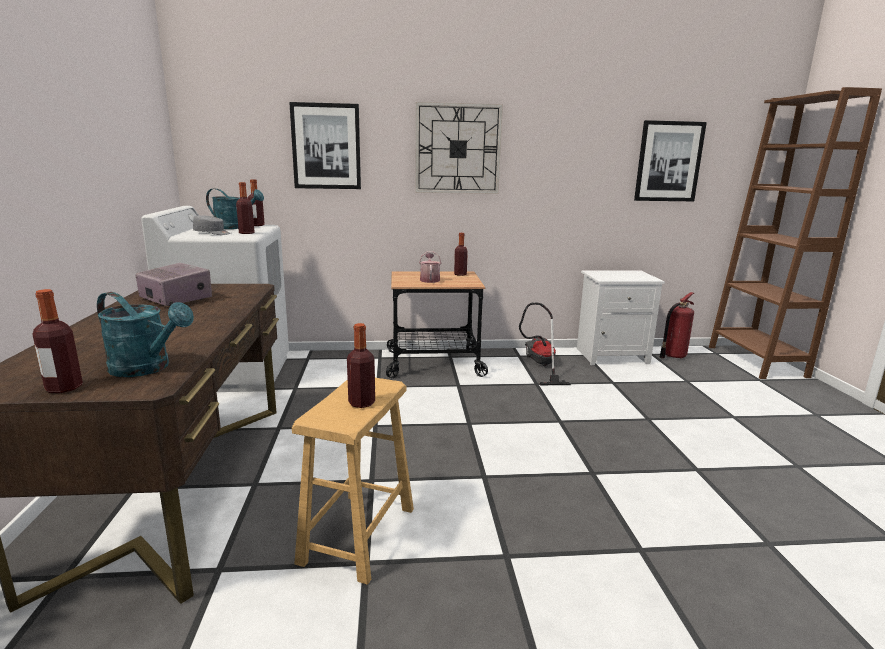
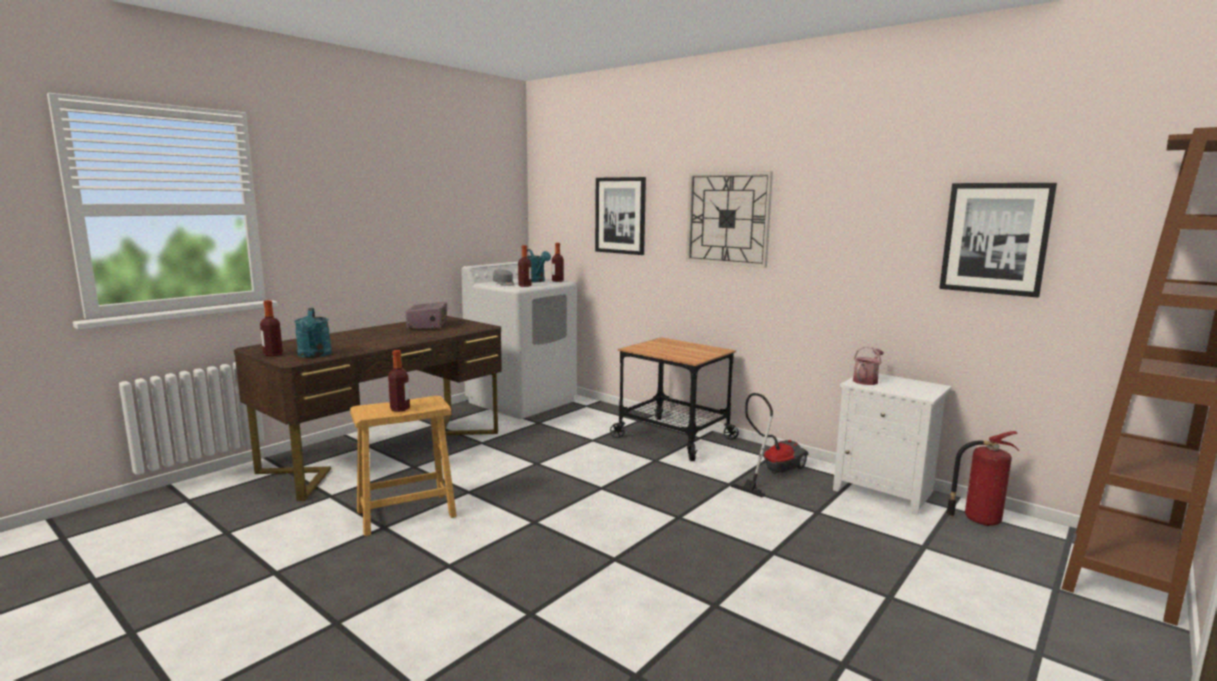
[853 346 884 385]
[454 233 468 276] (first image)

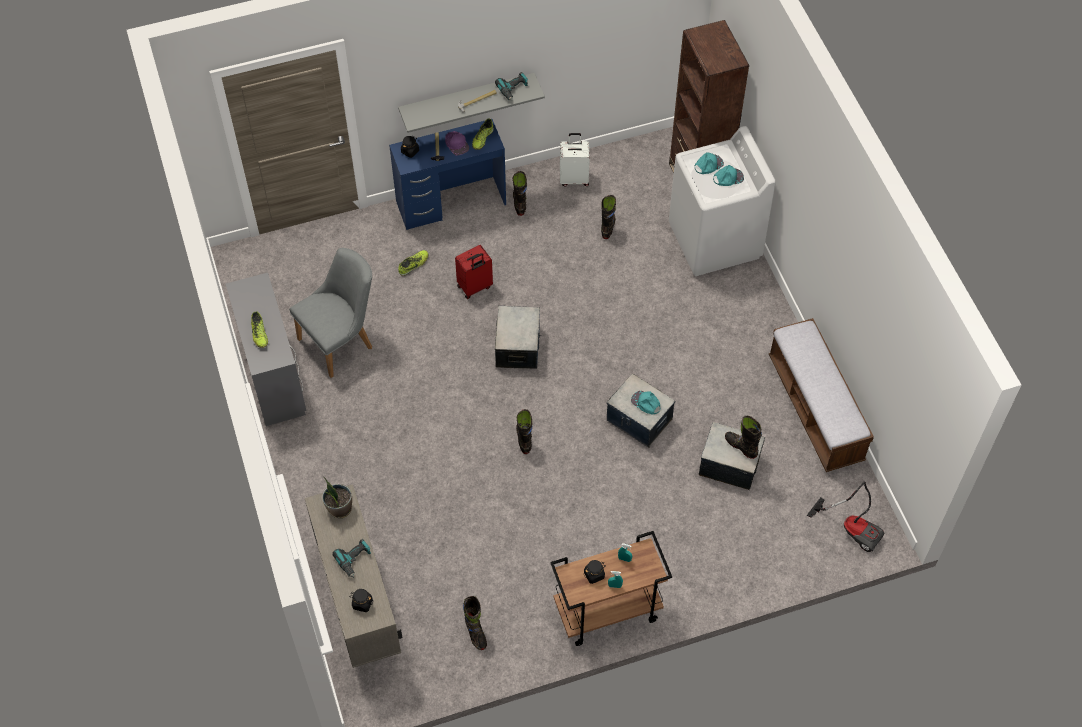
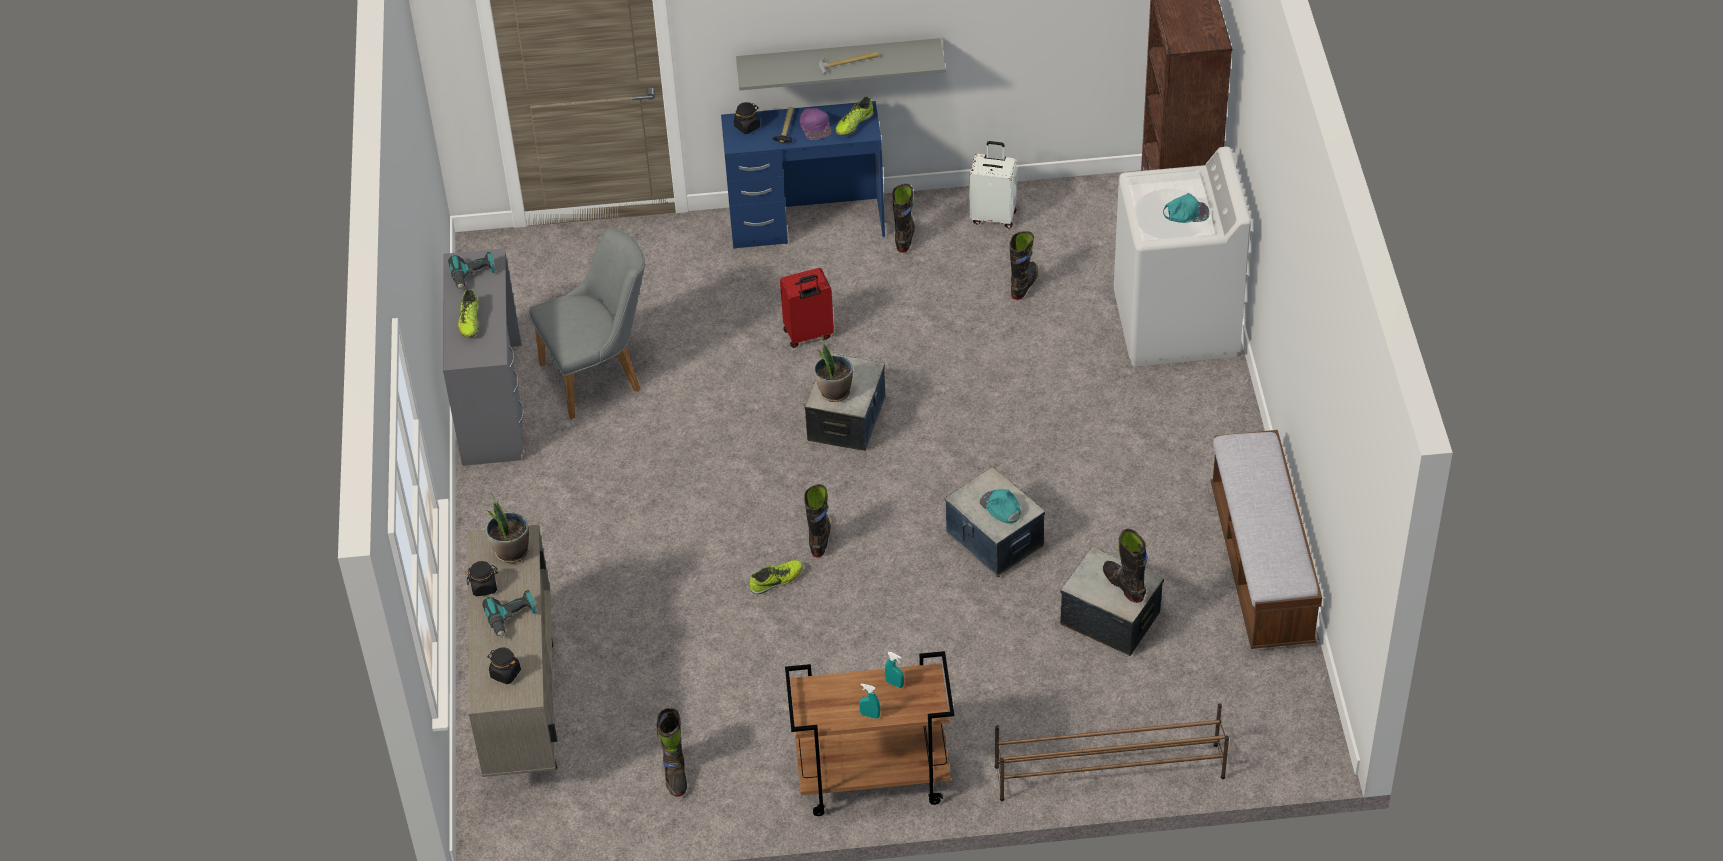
[750 560 803 594]
[448 252 496 290]
[466 561 498 596]
[695 152 724 174] (first image)
[807 481 884 552] (first image)
[814 335 853 402]
[995 703 1229 801]

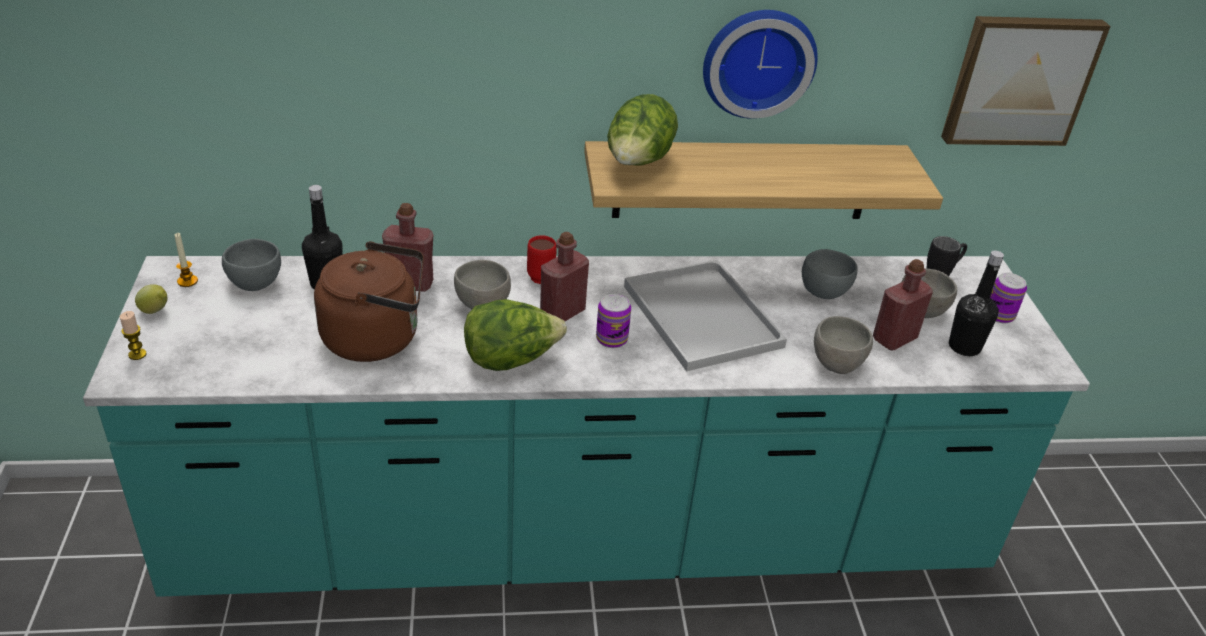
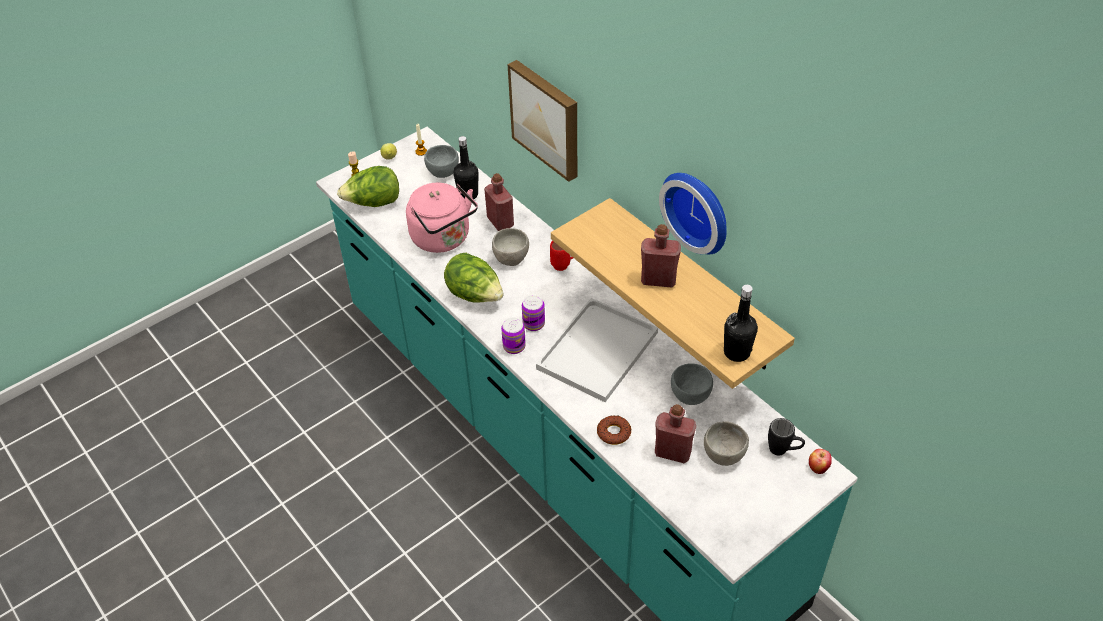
[406 183 478 253]
[641 224 681 288]
[337 166 399 207]
[597 416 631 445]
[508 60 577 182]
[724 285 758 362]
[501 318 526 354]
[809 449 832 474]

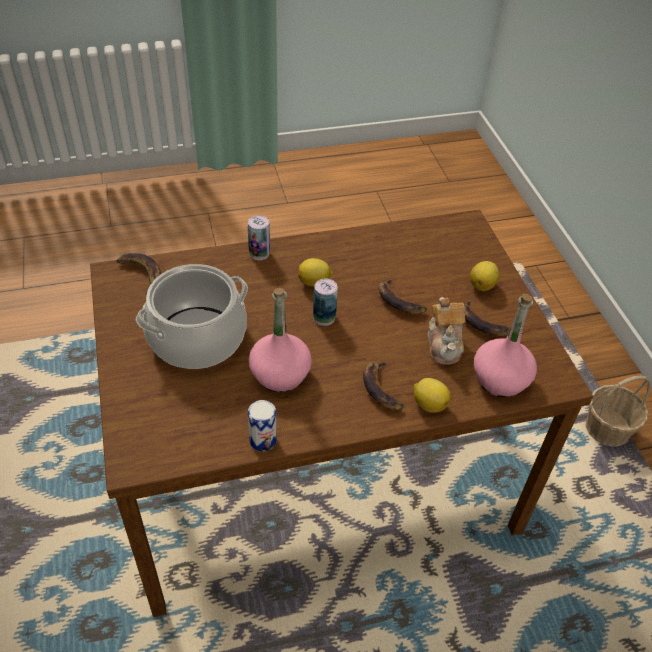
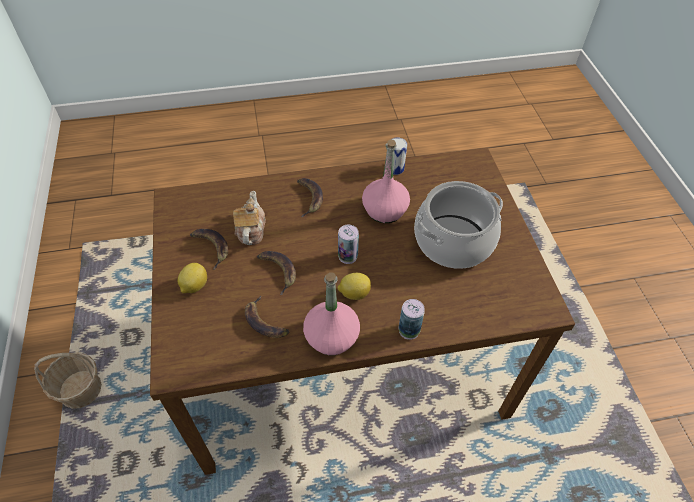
[245 295 289 338]
[414 378 451 413] (first image)
[303 272 360 355]

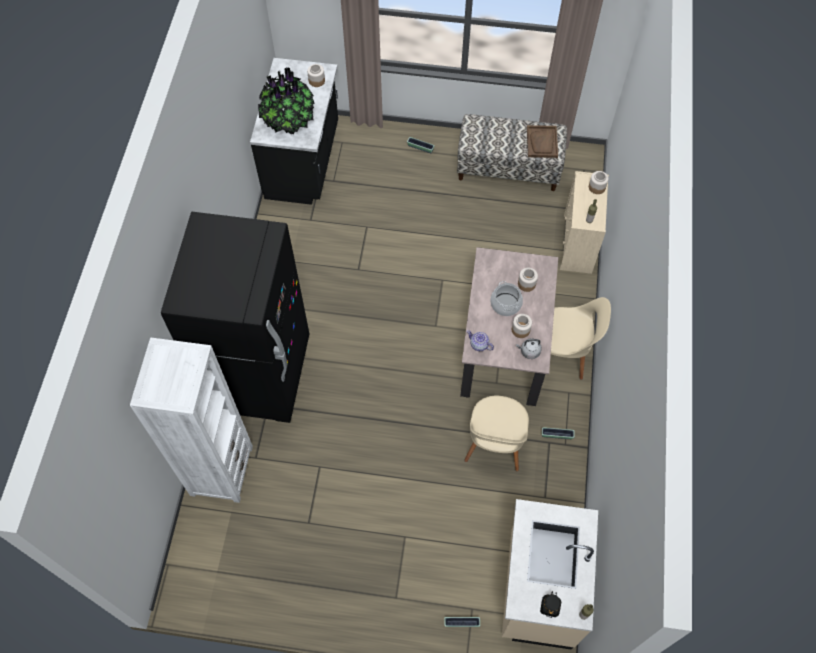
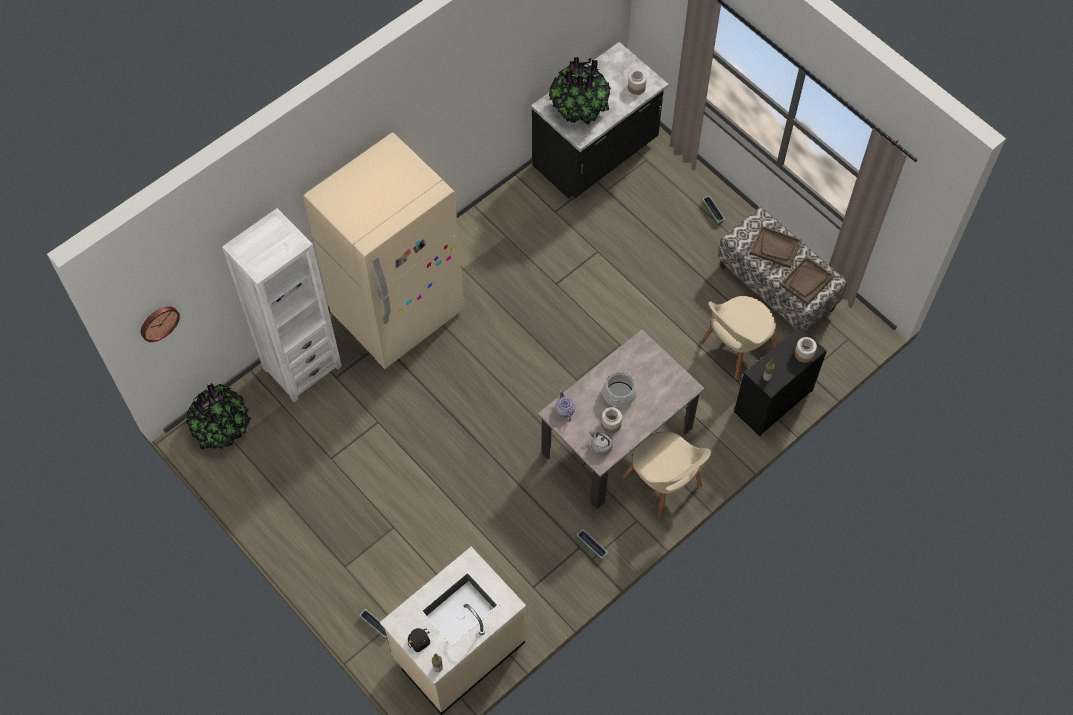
[303 133 464 369]
[700 296 777 380]
[518 268 538 292] (first image)
[734 326 827 436]
[141 306 180 342]
[186 383 251 449]
[750 226 802 268]

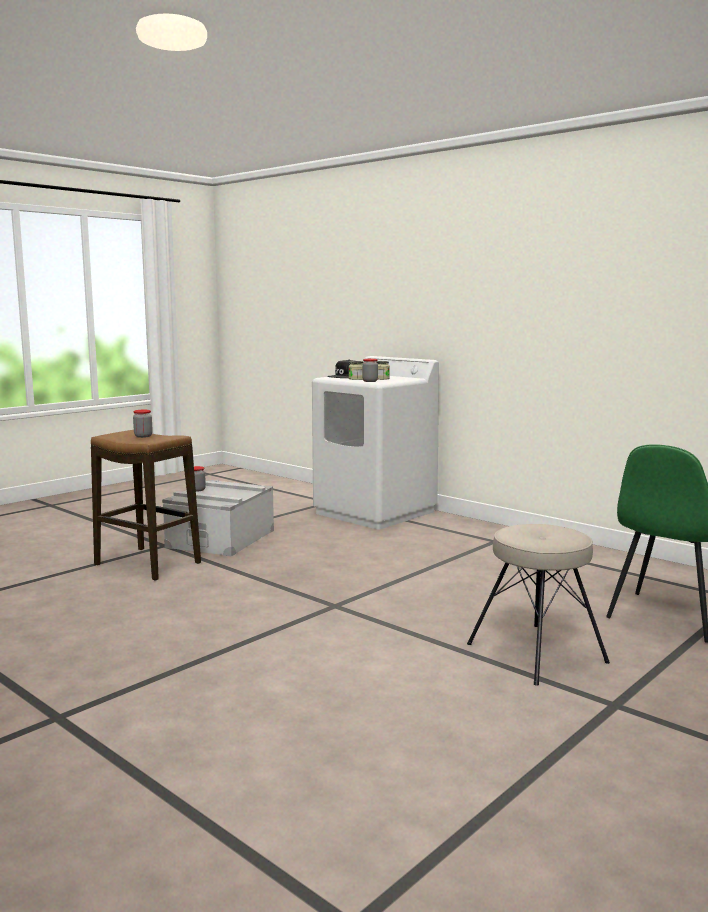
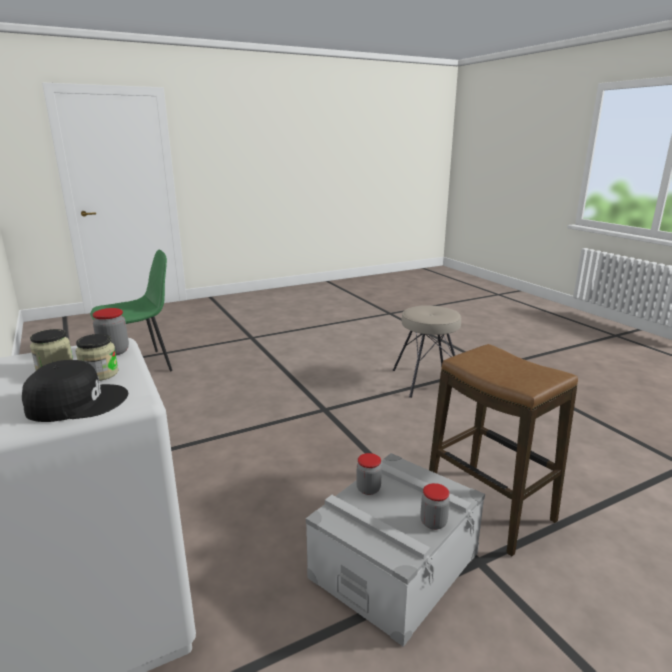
[356 453 382 495]
[392 305 461 398]

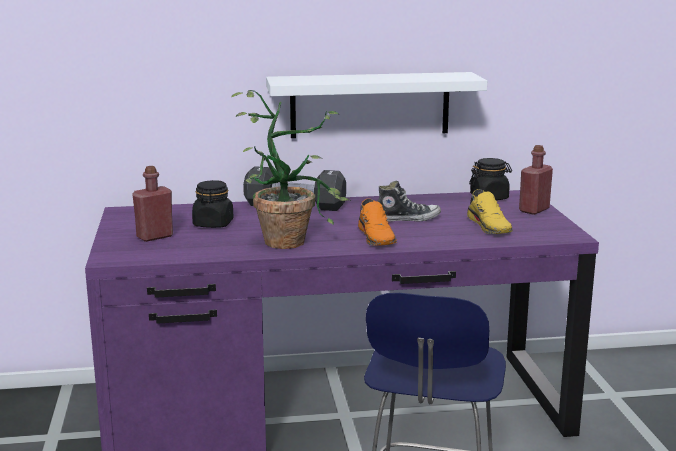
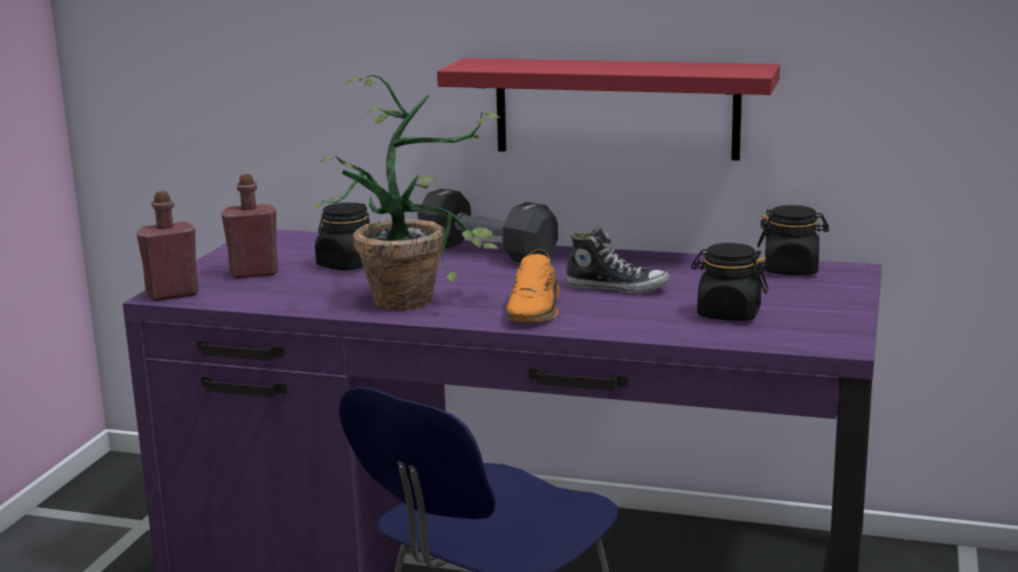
[437 58 780 161]
[691 243 768 321]
[136 191 199 301]

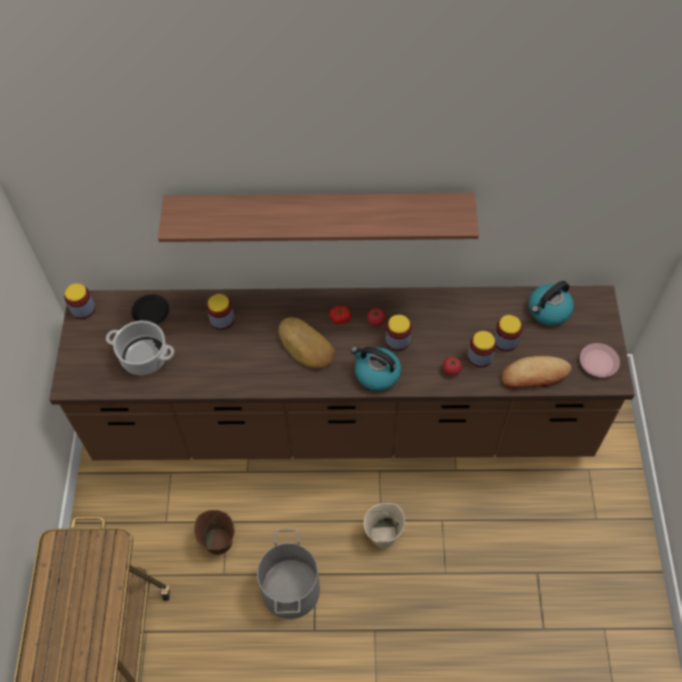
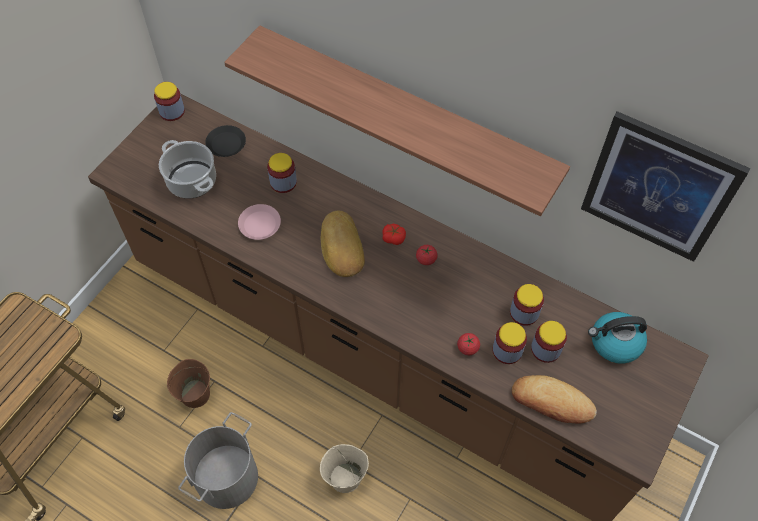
[351 346 401 391] (first image)
[510 284 544 326]
[238 204 281 240]
[581 111 750 262]

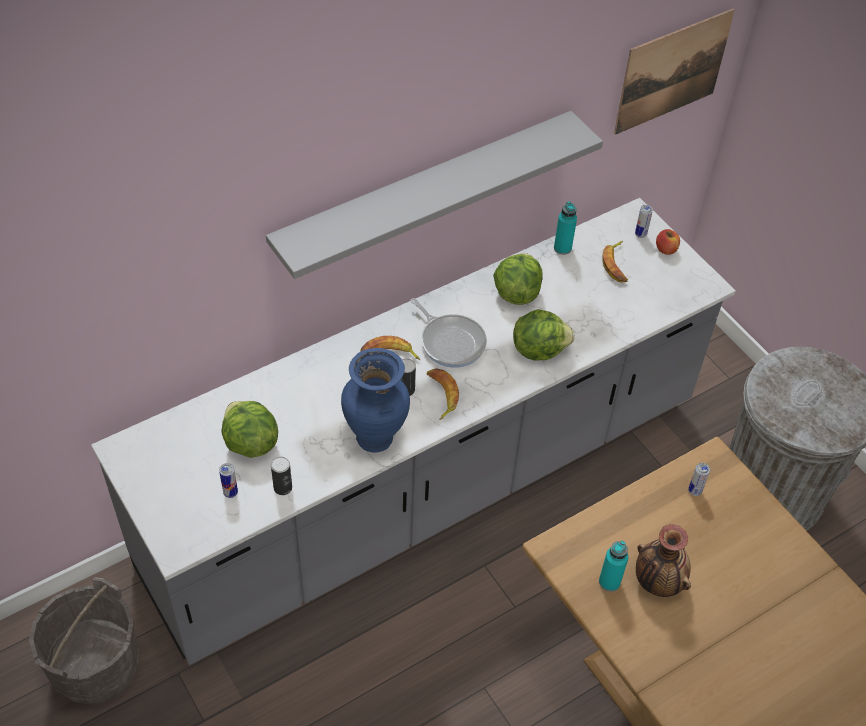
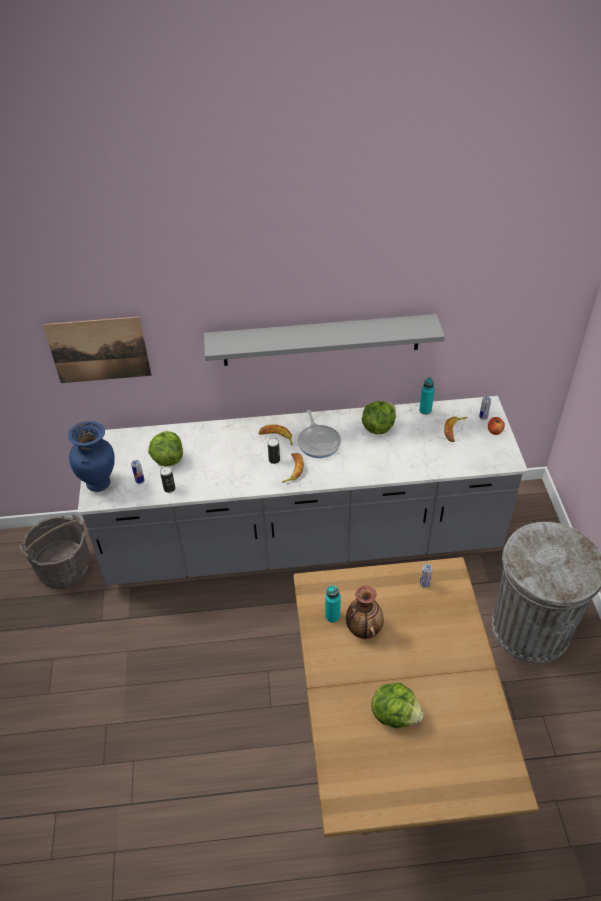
[68 421 115 492]
[371 683 424 728]
[43 316 152 383]

